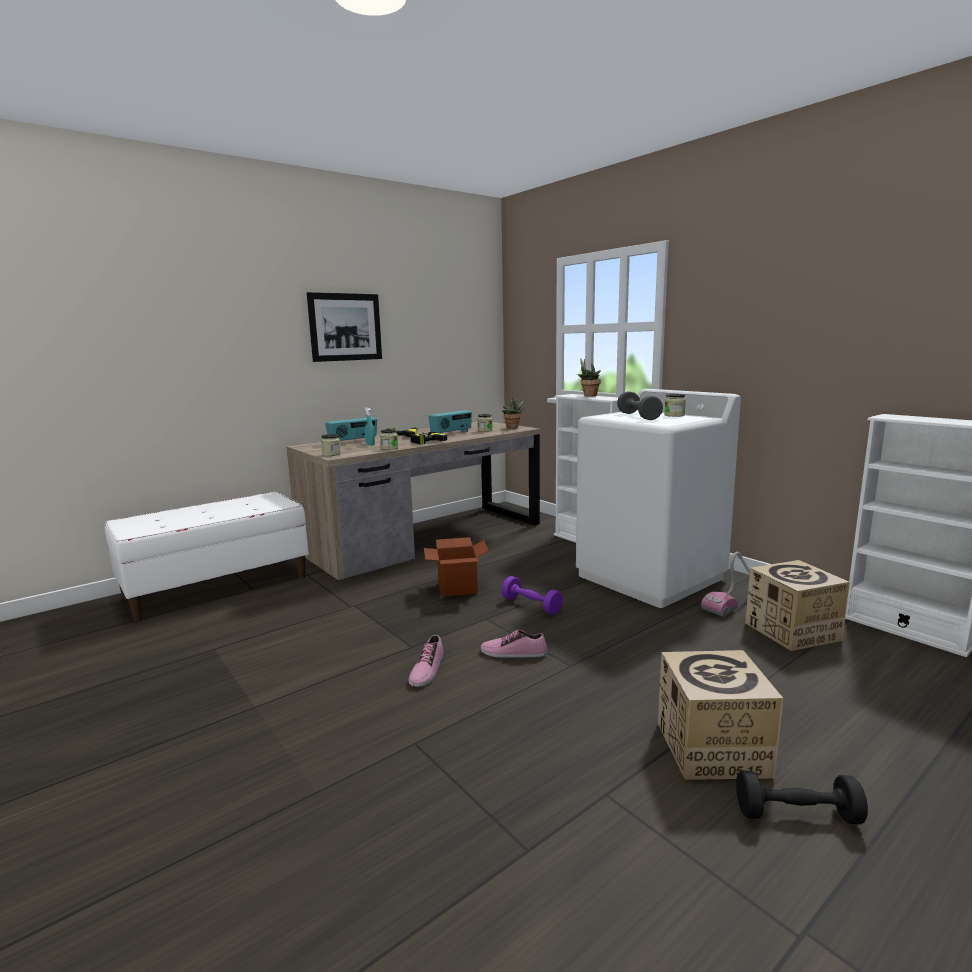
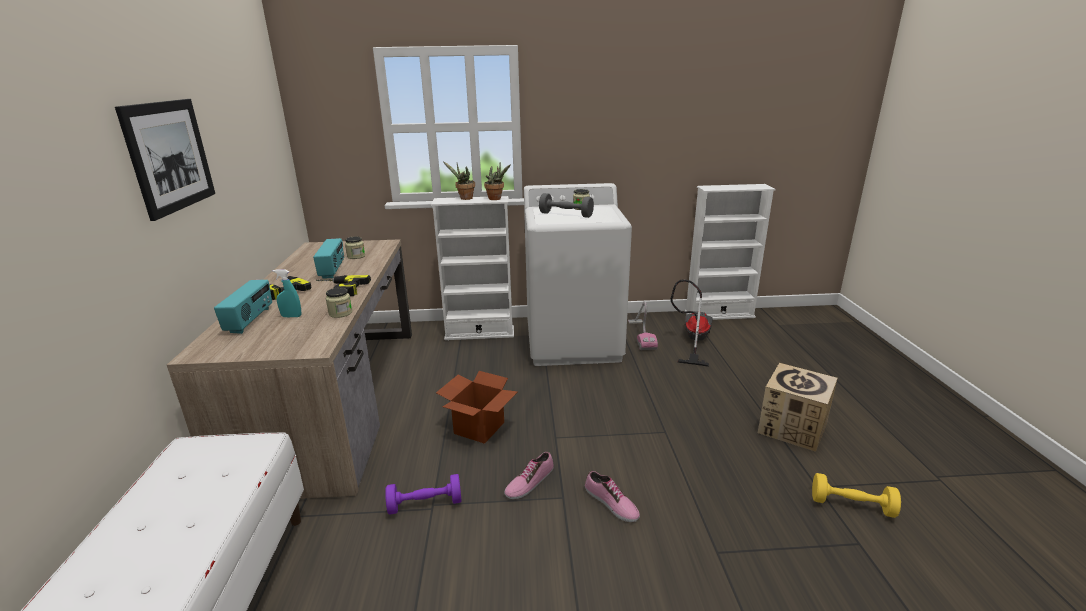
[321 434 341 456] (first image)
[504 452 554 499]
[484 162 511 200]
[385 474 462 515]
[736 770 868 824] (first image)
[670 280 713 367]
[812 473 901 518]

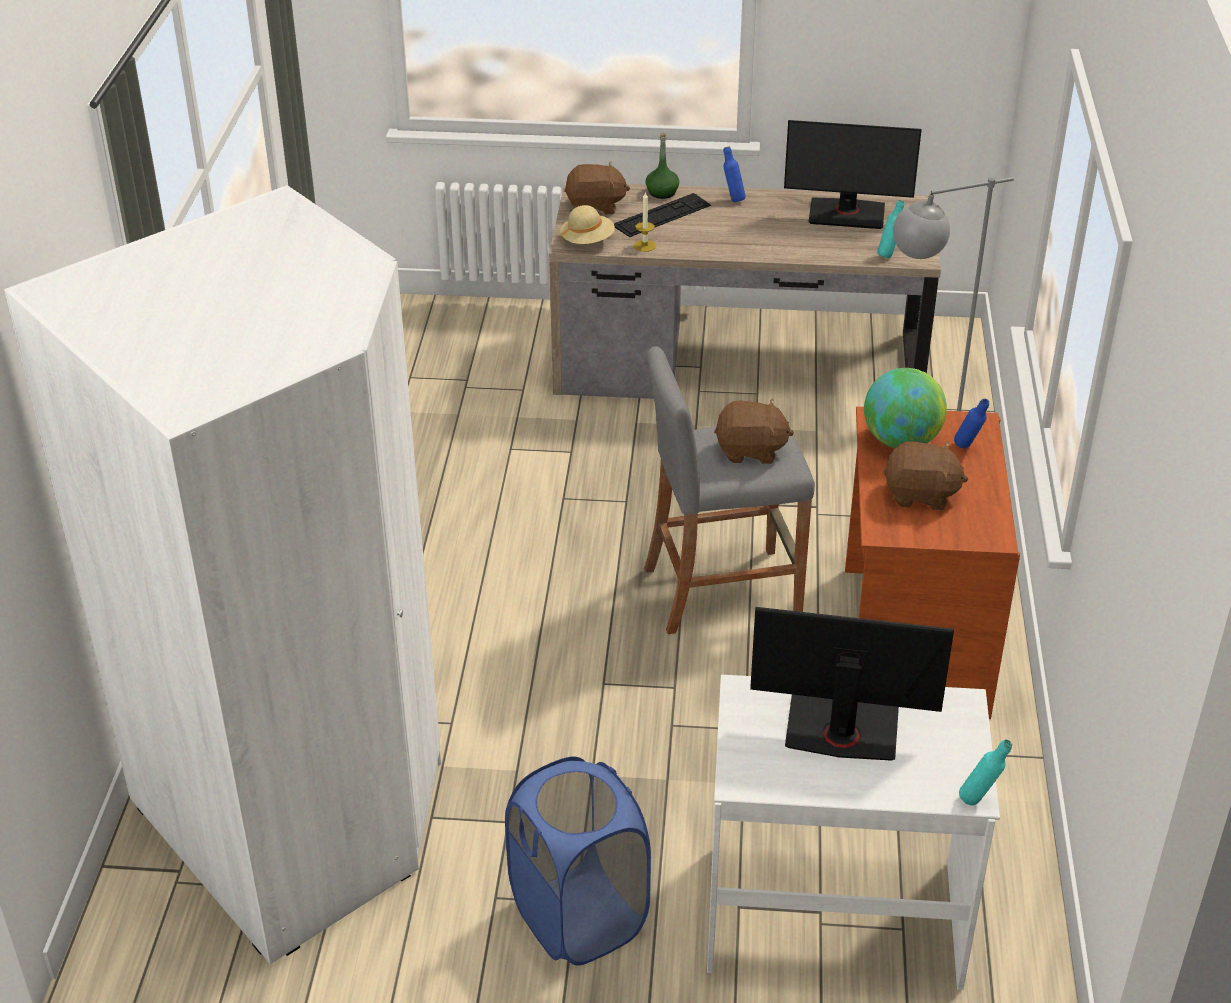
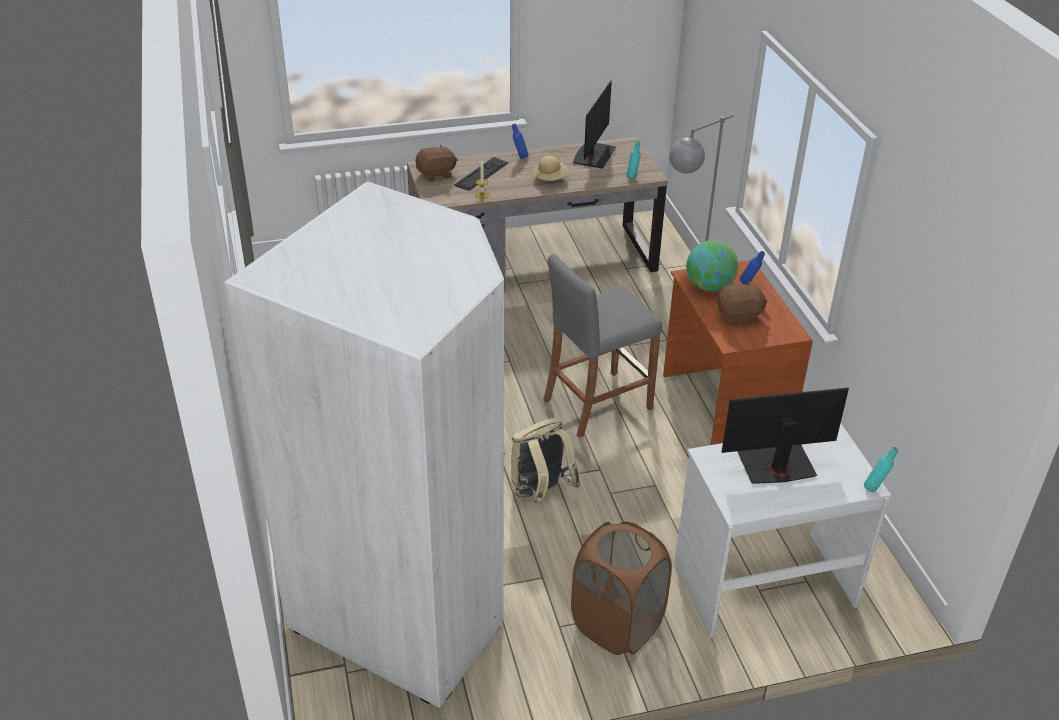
[571 521 672 655]
[533 156 568 184]
[645 133 679 199] (first image)
[714 399 794 464] (first image)
[573 81 617 169]
[511 418 581 505]

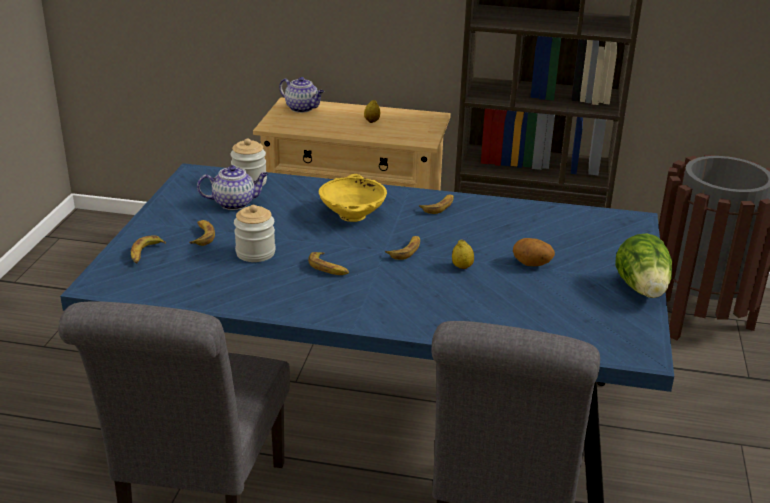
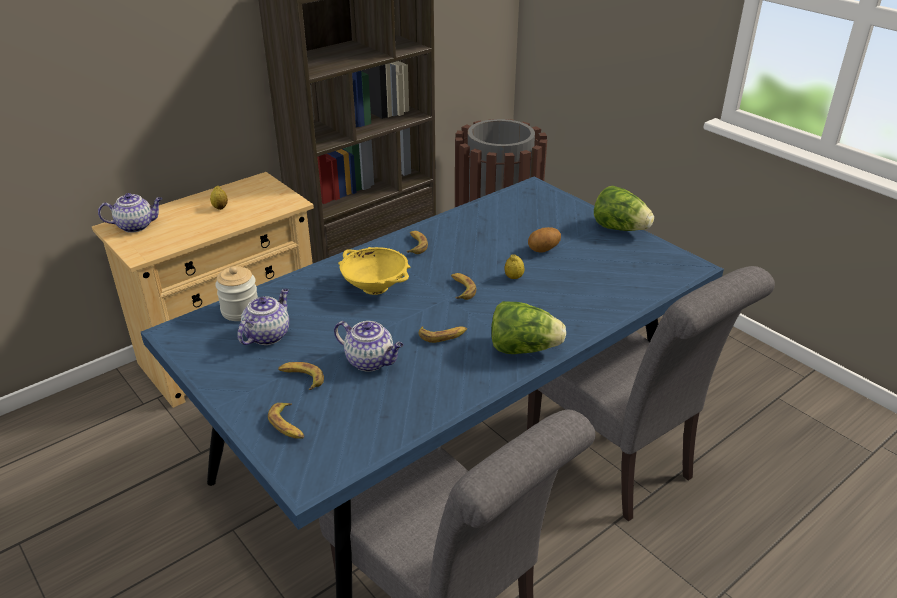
[334 321 404 372]
[491 301 566 354]

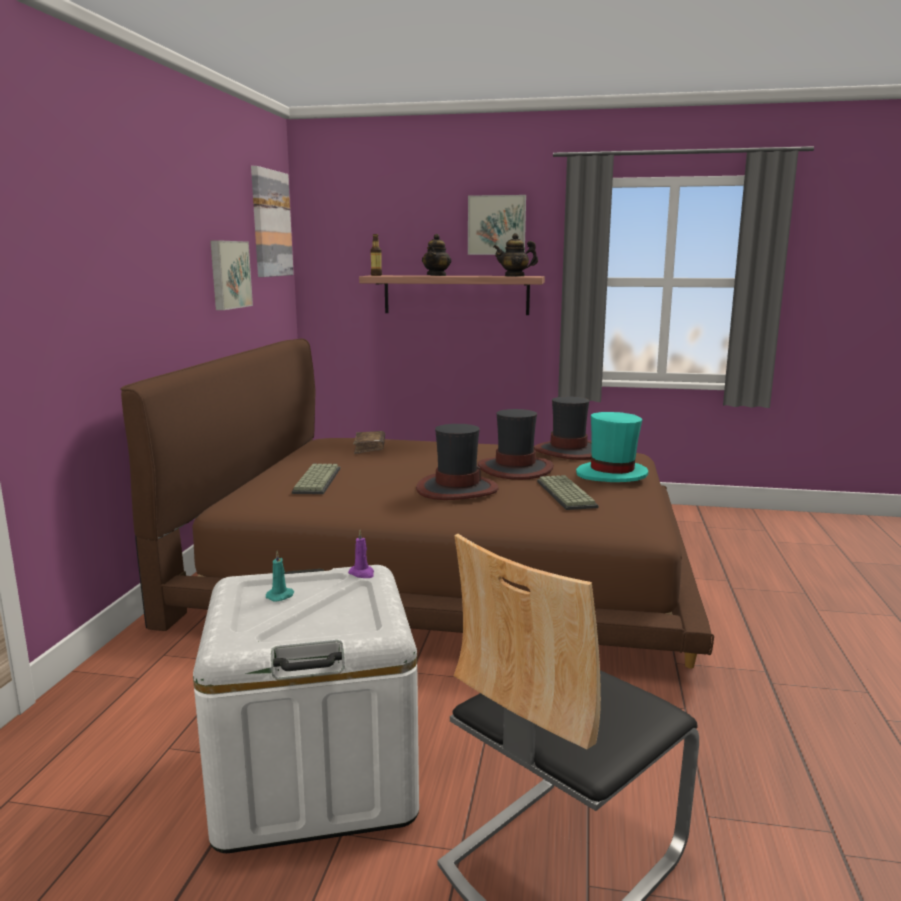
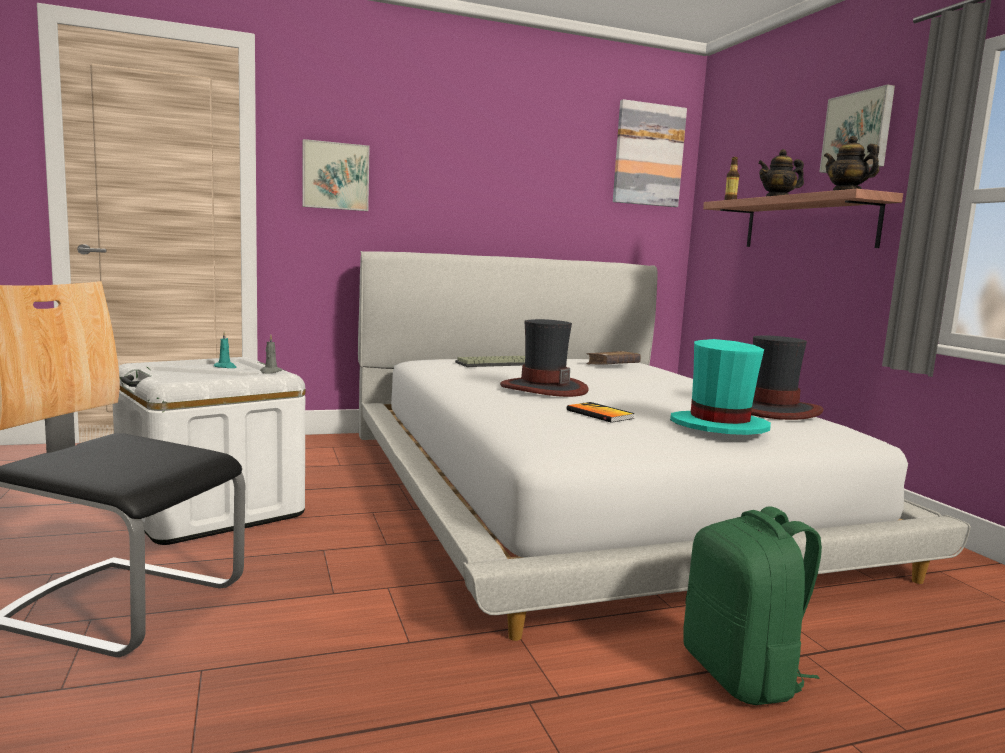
[358 251 971 641]
[302 139 370 211]
[260 335 282 374]
[478 409 554 480] (first image)
[567 402 635 423]
[683 506 822 705]

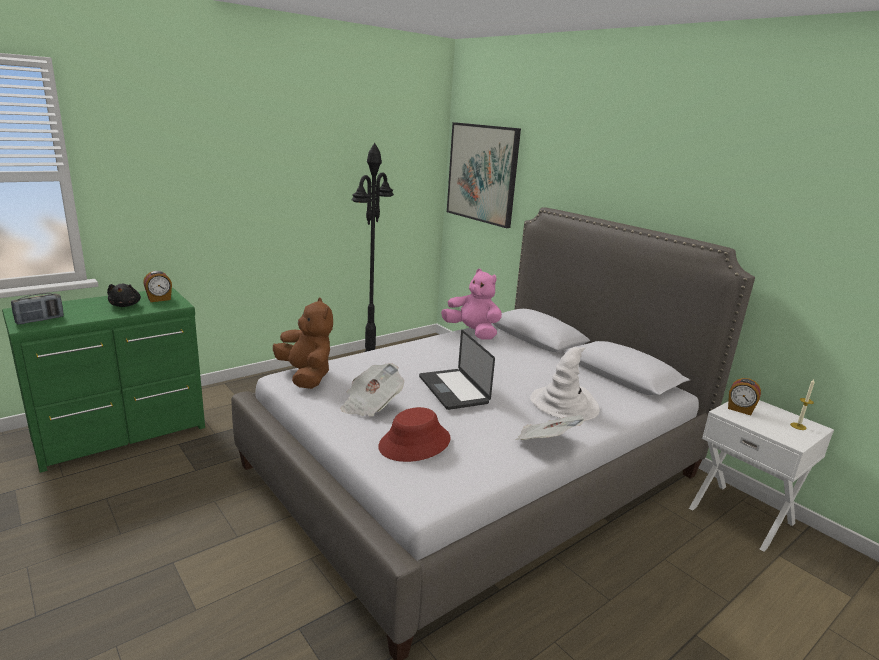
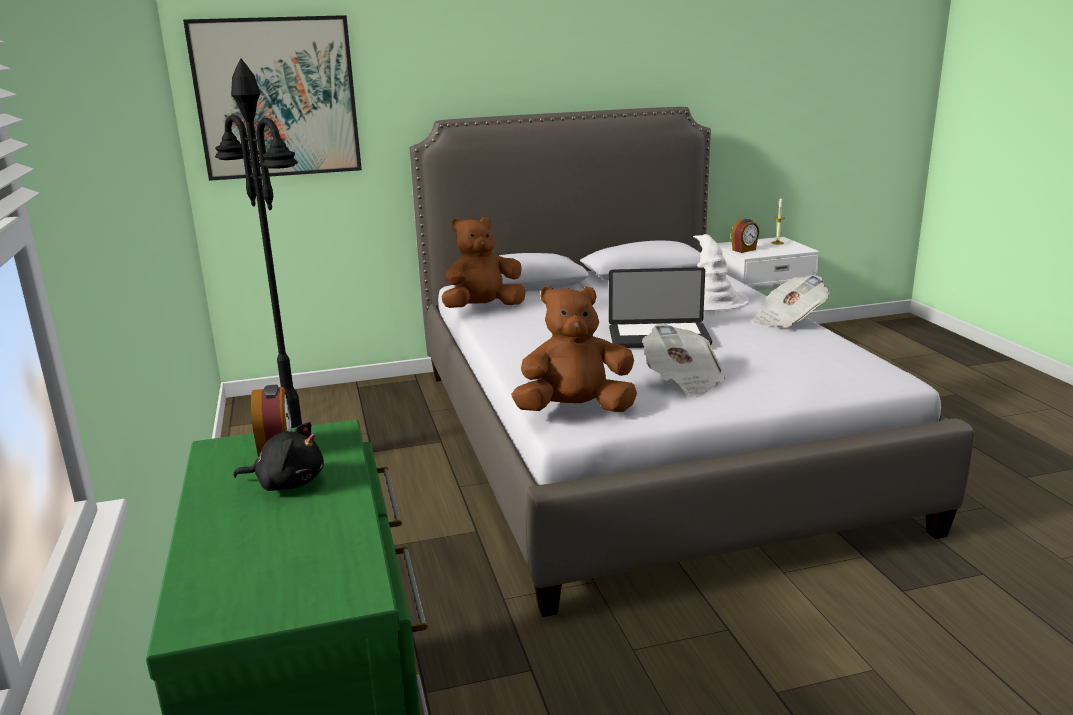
[11 293 64 325] (first image)
[378 407 451 462] (first image)
[442 217 526 308]

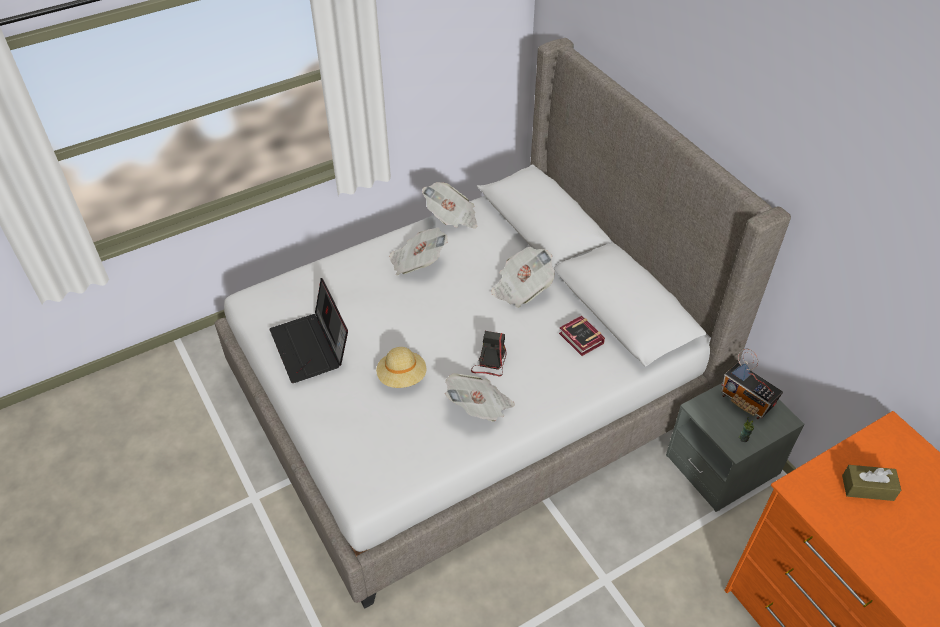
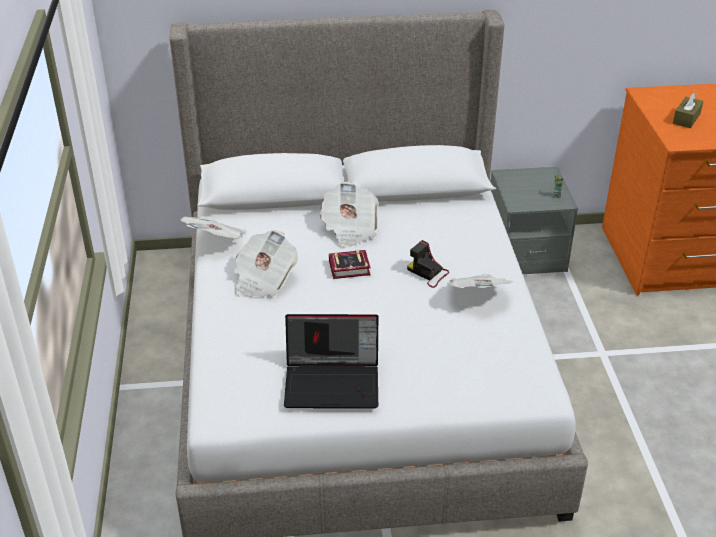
[376 347 427 388] (first image)
[329 250 371 279]
[721 349 783 419] (first image)

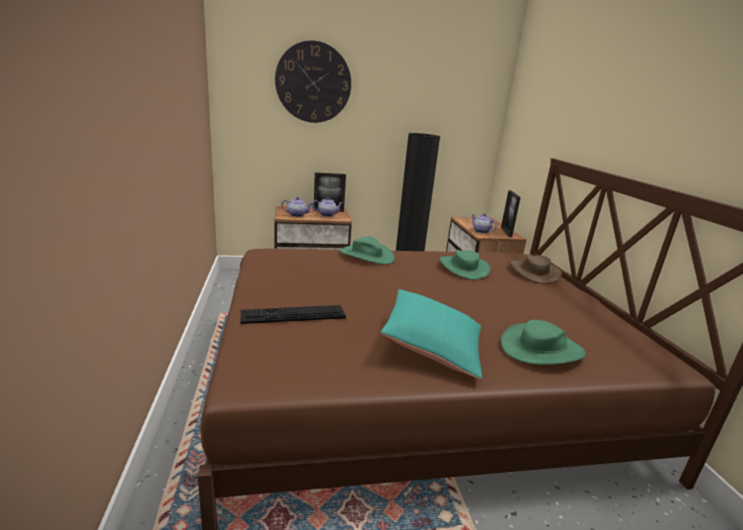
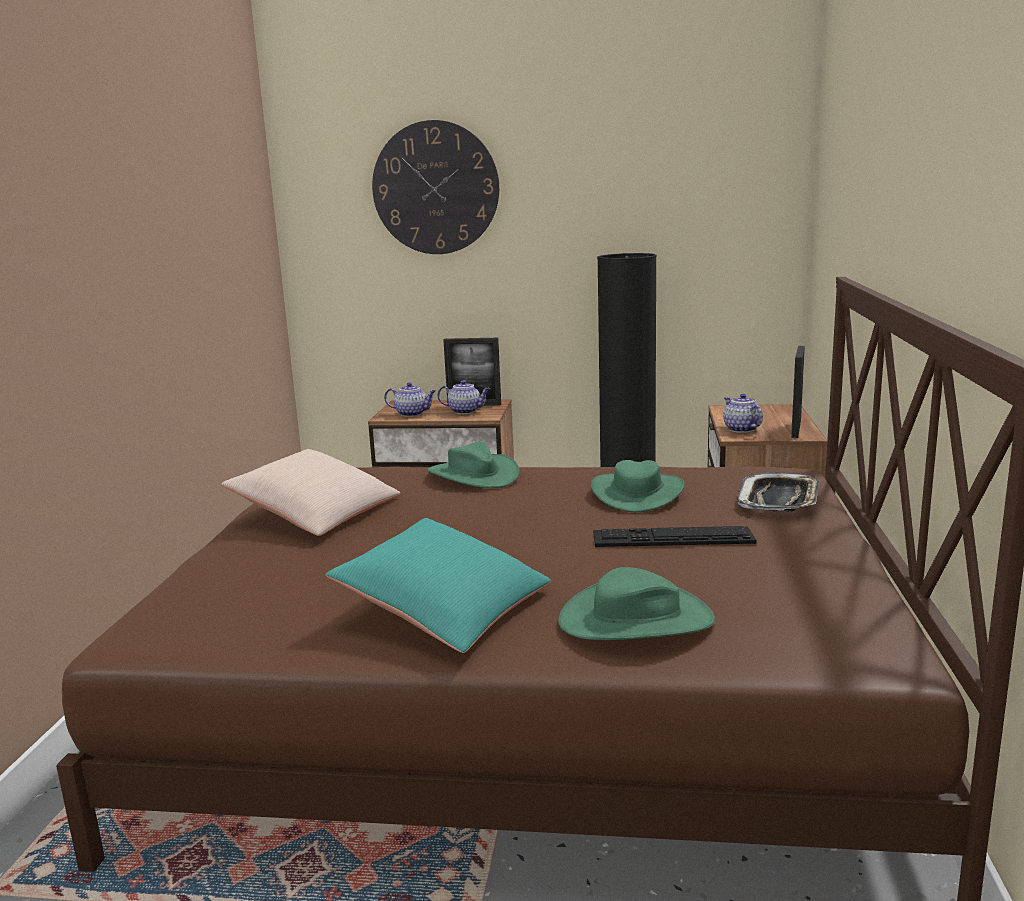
[593 526 757 547]
[737 473 819 512]
[221 449 400 536]

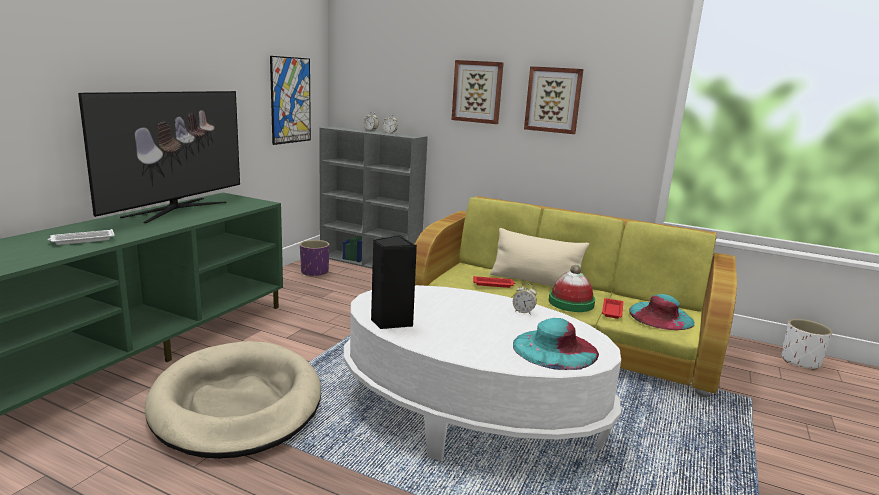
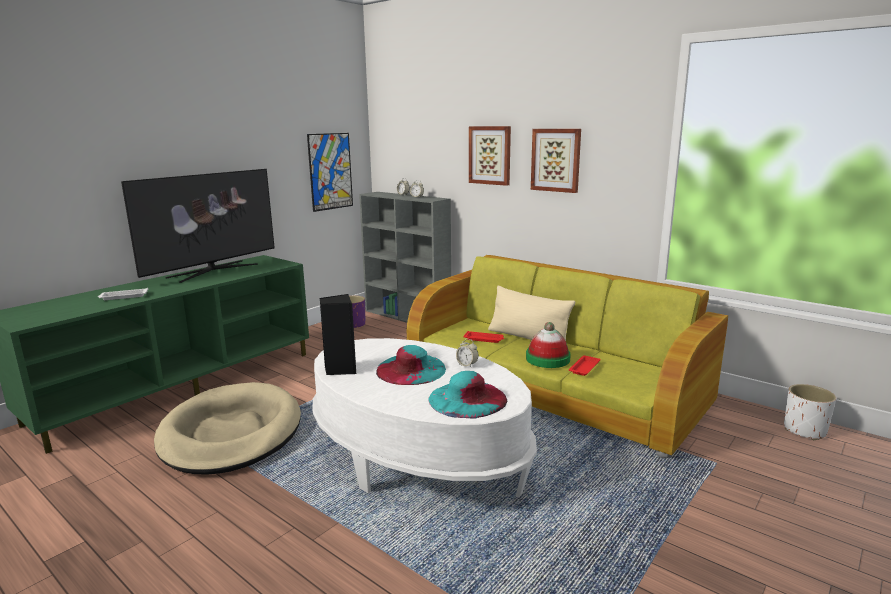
[376 345 446 385]

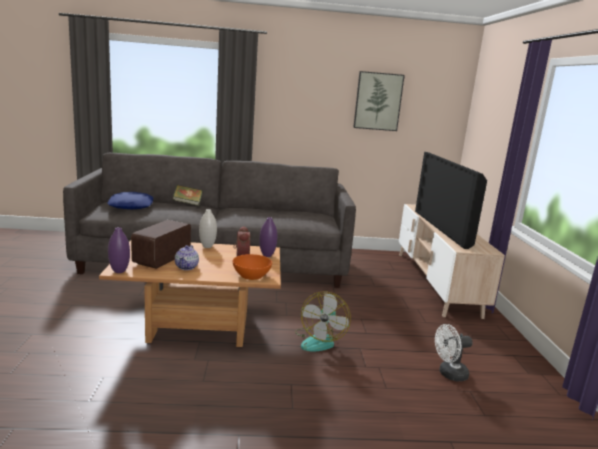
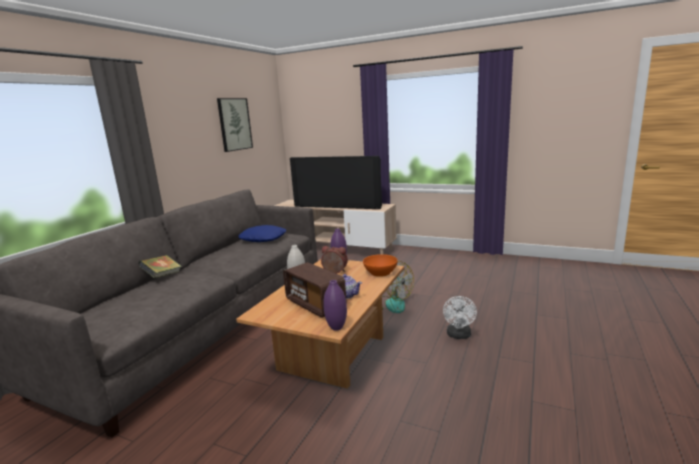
[238 225 286 242]
[443 296 477 339]

